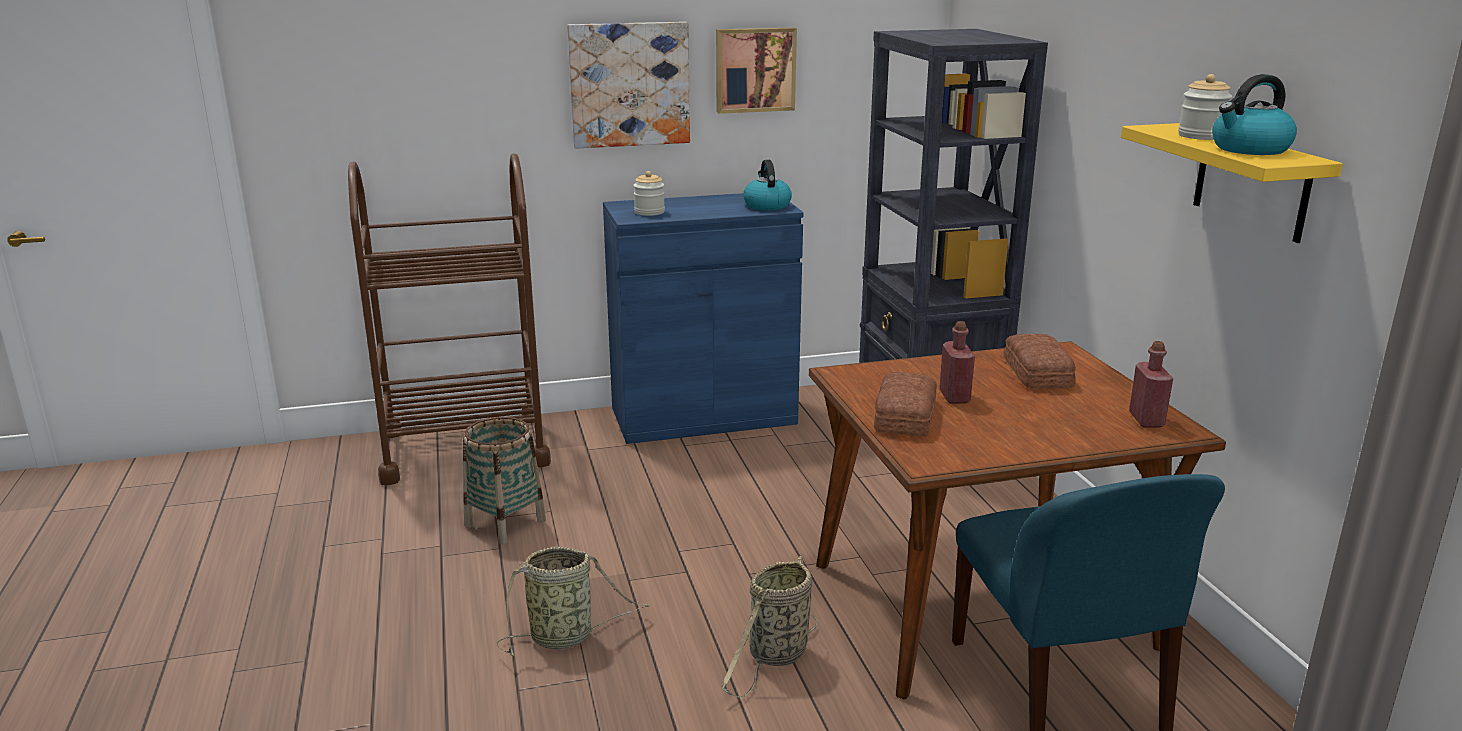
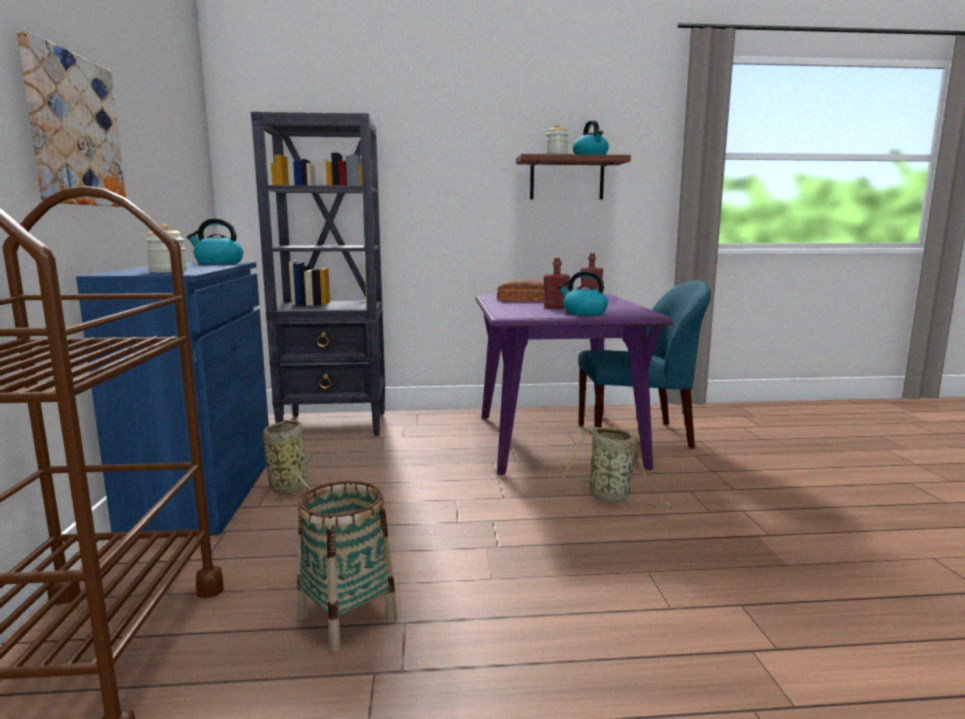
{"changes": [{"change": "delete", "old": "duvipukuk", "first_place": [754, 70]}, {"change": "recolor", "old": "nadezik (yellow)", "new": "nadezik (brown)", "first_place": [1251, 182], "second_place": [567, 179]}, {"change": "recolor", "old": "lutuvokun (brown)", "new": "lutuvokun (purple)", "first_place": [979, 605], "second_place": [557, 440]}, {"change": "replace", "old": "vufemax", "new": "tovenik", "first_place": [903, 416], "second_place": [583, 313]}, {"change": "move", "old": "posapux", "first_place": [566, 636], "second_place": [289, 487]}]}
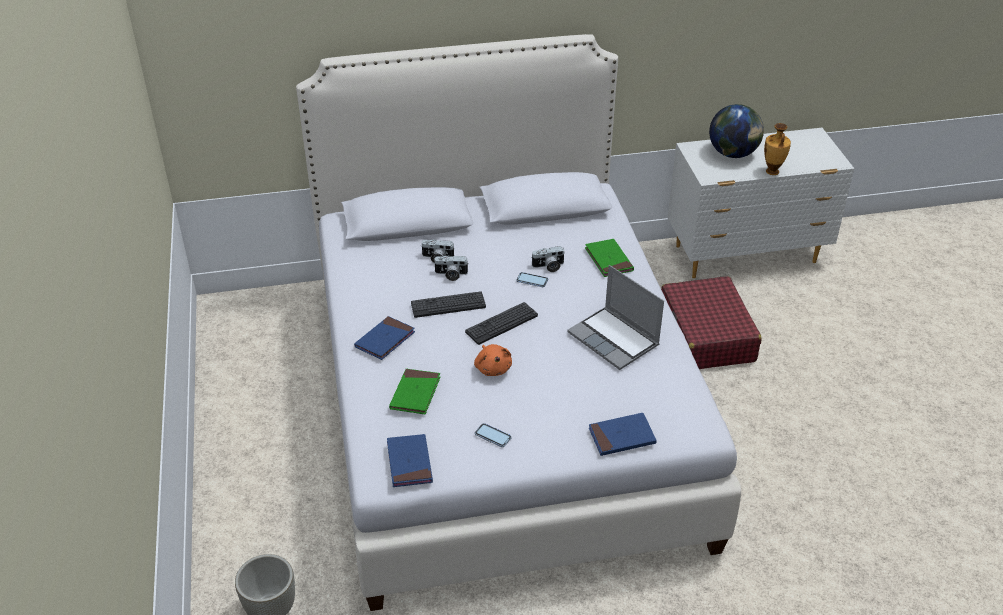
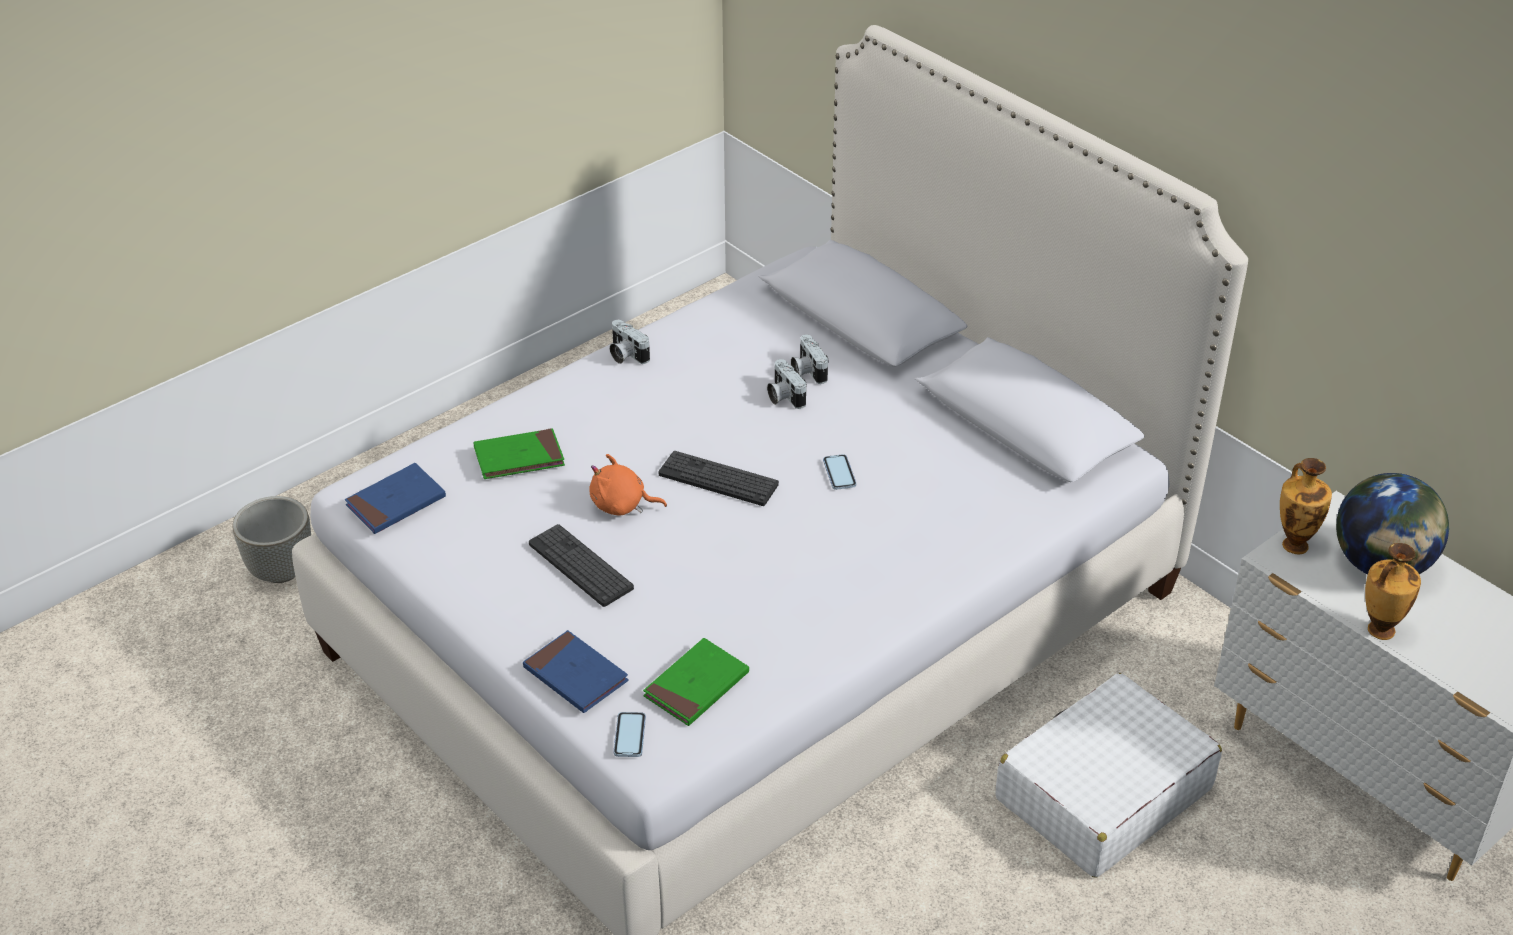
{"changes": [{"change": "move", "old": "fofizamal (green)", "first_place": [608, 260], "second_place": [696, 686]}, {"change": "move", "old": "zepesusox", "first_place": [548, 266], "second_place": [625, 354]}, {"change": "delete", "old": "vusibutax", "first_place": [615, 339]}, {"change": "recolor", "old": "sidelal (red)", "new": "sidelal (white)", "first_place": [706, 336], "second_place": [1102, 794]}, {"change": "move", "old": "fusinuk", "first_place": [448, 305], "second_place": [580, 566]}, {"change": "delete", "old": "fofizamal (blue)", "first_place": [385, 340]}, {"change": "rotate", "old": "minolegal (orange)", "first_place": [493, 368], "second_place": [622, 505], "degrees": 60}, {"change": "move", "old": "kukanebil", "first_place": [493, 436], "second_place": [629, 736]}, {"change": "insert", "new": "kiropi", "second_place": [1294, 544]}]}
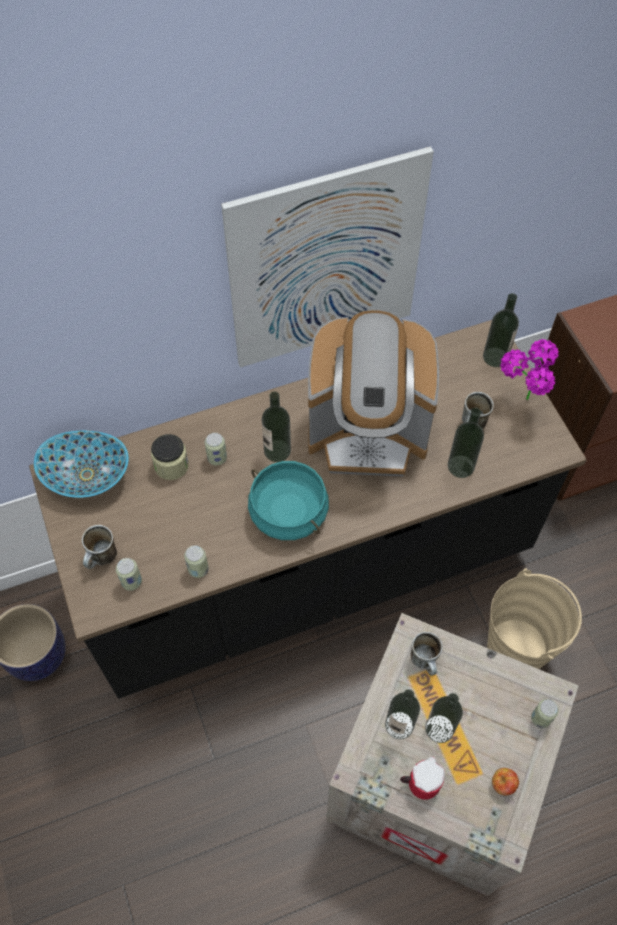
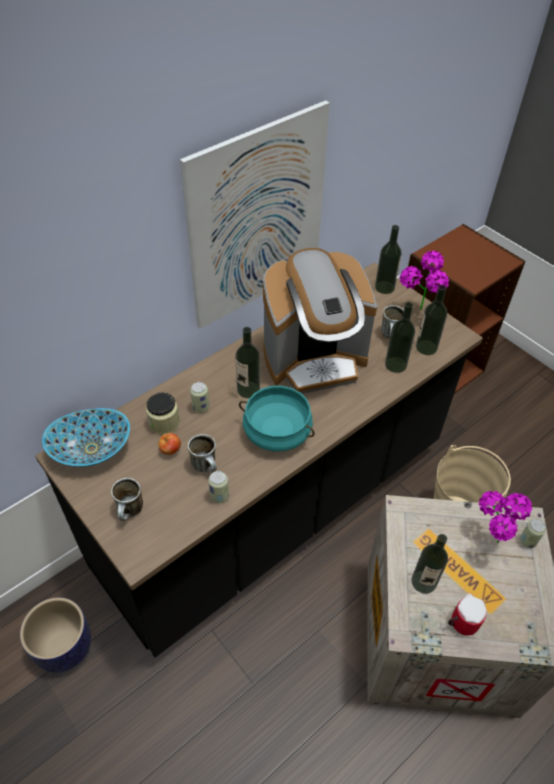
{"changes": [{"change": "delete", "old": "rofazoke", "first_place": [132, 582]}, {"change": "move", "old": "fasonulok", "first_place": [426, 662], "second_place": [207, 466]}, {"change": "move", "old": "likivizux", "first_place": [439, 728], "second_place": [426, 347]}, {"change": "move", "old": "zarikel", "first_place": [503, 784], "second_place": [170, 450]}, {"change": "insert", "new": "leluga", "second_place": [487, 544]}]}
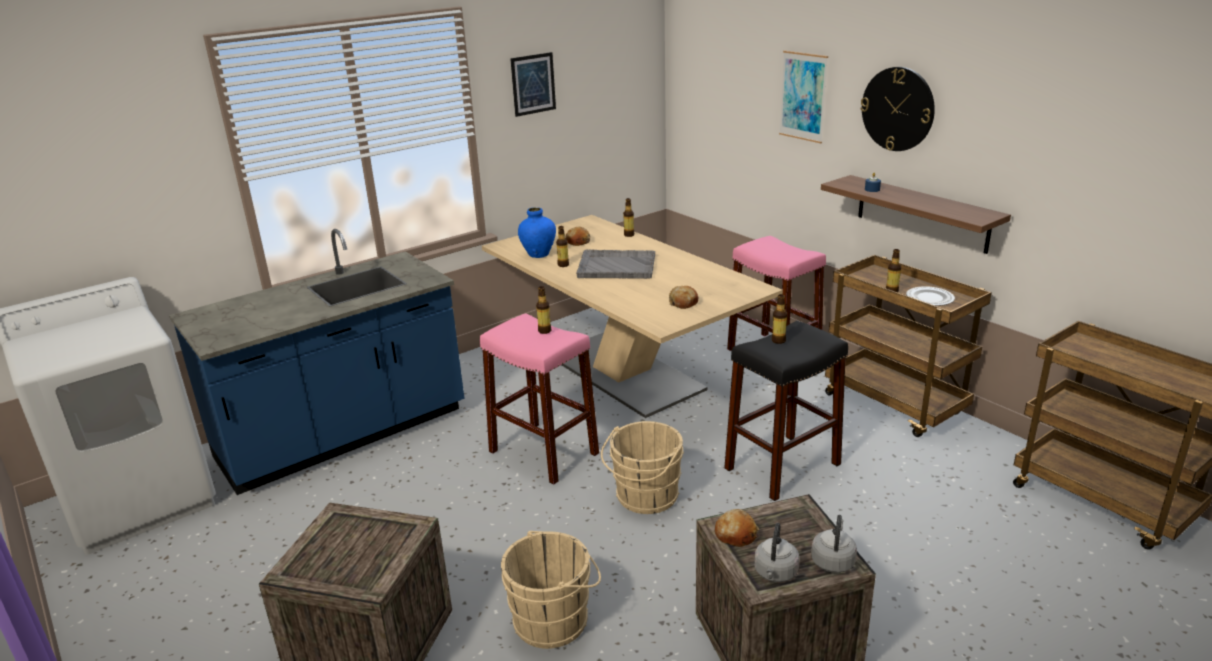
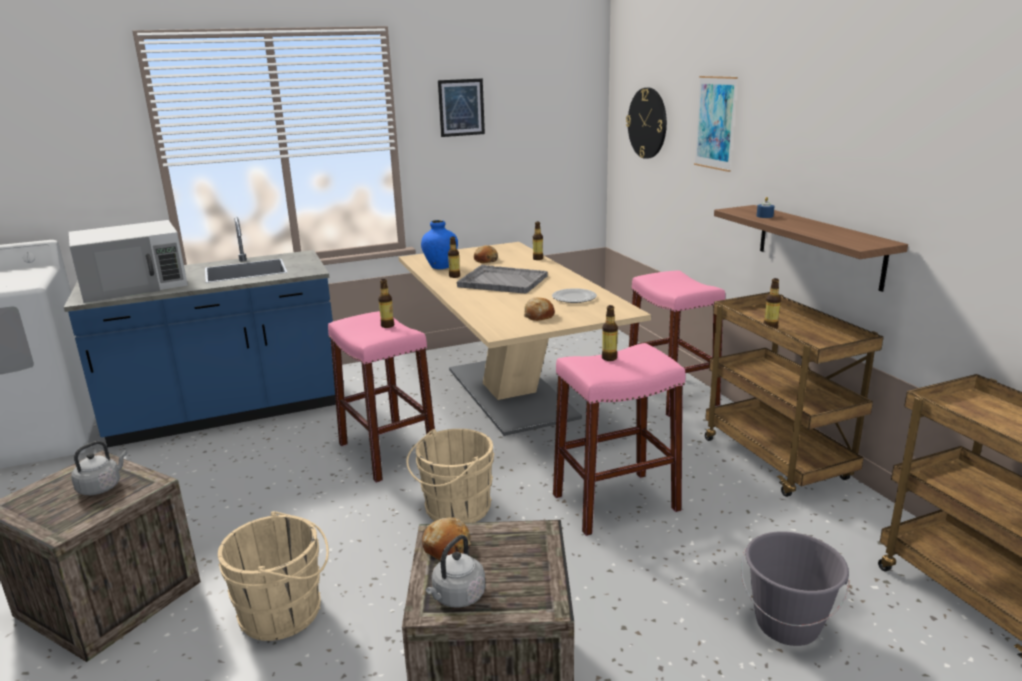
{"changes": [{"change": "move", "old": "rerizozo", "first_place": [898, 109], "second_place": [647, 123]}, {"change": "move", "old": "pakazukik", "first_place": [930, 298], "second_place": [574, 298]}, {"change": "recolor", "old": "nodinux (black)", "new": "nodinux (pink)", "first_place": [782, 466], "second_place": [615, 502]}, {"change": "move", "old": "tovenik (grey)", "first_place": [833, 561], "second_place": [102, 487]}, {"change": "insert", "new": "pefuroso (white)", "second_place": [135, 285]}, {"change": "insert", "new": "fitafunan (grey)", "second_place": [787, 625]}]}
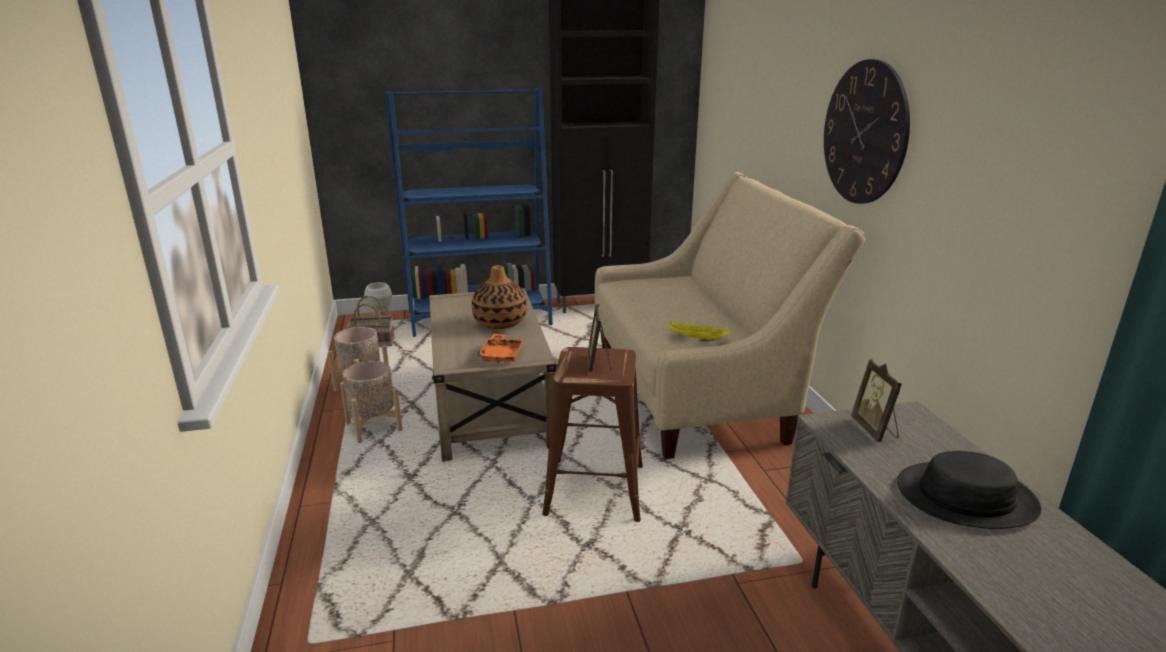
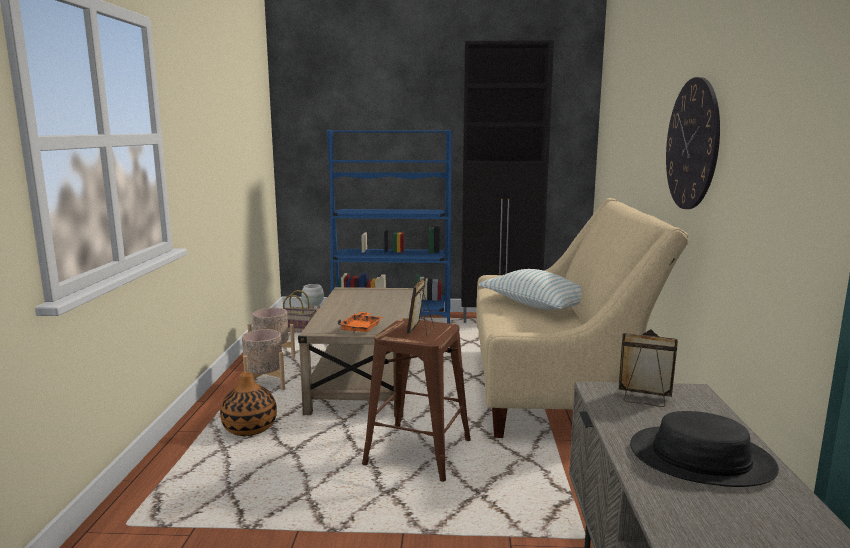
{"changes": [{"change": "move", "old": "kiropi", "first_place": [500, 322], "second_place": [250, 428]}, {"change": "delete", "old": "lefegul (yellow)", "first_place": [696, 339]}, {"change": "rotate", "old": "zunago", "first_place": [875, 430], "second_place": [644, 399], "degrees": 105}, {"change": "insert", "new": "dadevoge", "second_place": [537, 305]}]}
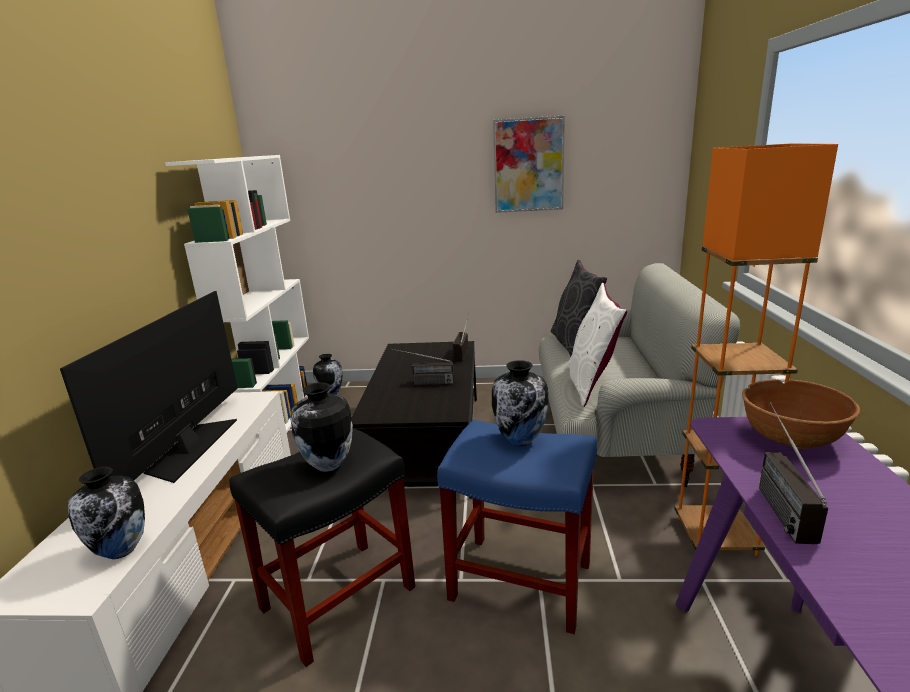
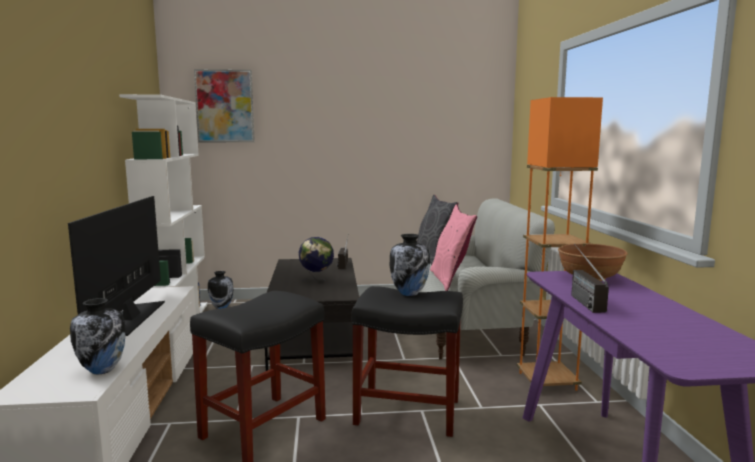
{"changes": [{"change": "move", "old": "duvipukuk", "first_place": [528, 165], "second_place": [225, 106]}, {"change": "recolor", "old": "dadevoge (white)", "new": "dadevoge (pink)", "first_place": [592, 384], "second_place": [450, 280]}, {"change": "replace", "old": "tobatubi", "new": "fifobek", "first_place": [423, 383], "second_place": [316, 280]}, {"change": "delete", "old": "kiropi", "first_place": [328, 465]}, {"change": "recolor", "old": "nodinux (blue)", "new": "nodinux (black)", "first_place": [523, 581], "second_place": [409, 412]}]}
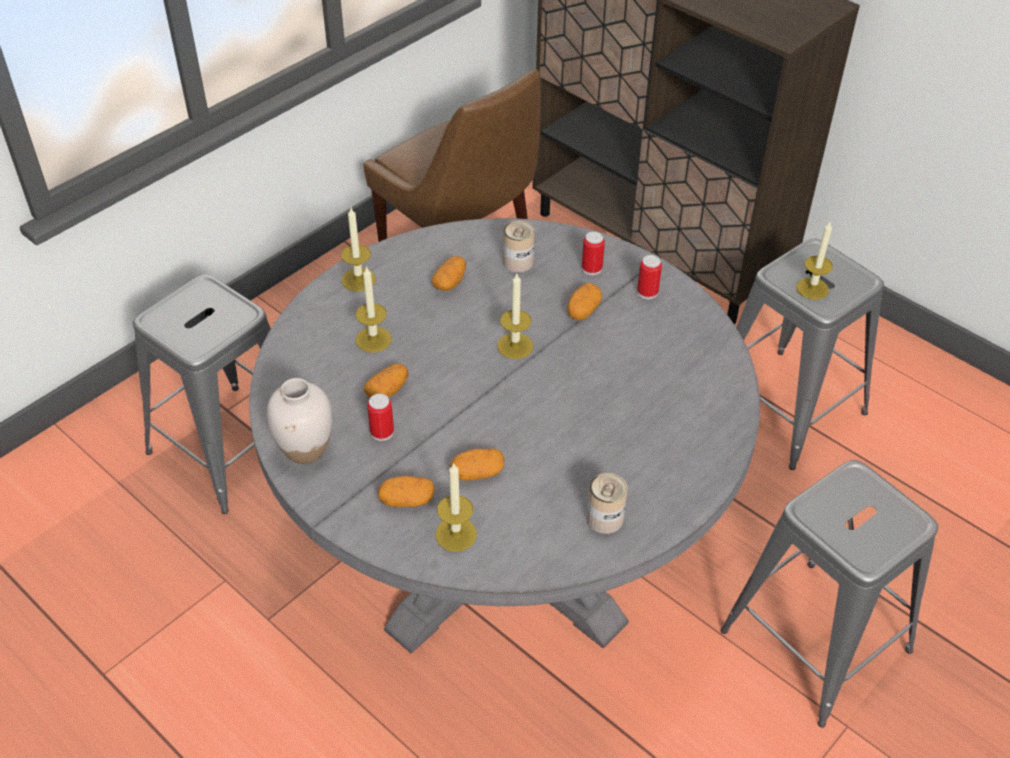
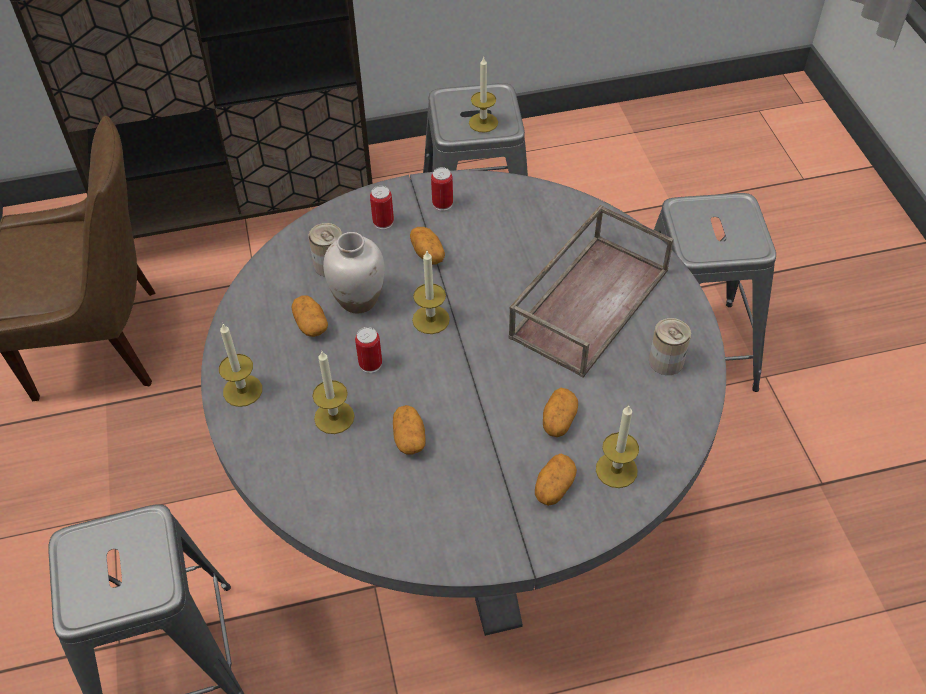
{"changes": [{"change": "move", "old": "kiropi (white)", "first_place": [305, 449], "second_place": [358, 300]}, {"change": "move", "old": "rofazoke", "first_place": [382, 432], "second_place": [370, 364]}, {"change": "insert", "new": "lefegul (brown)", "second_place": [589, 301]}]}
